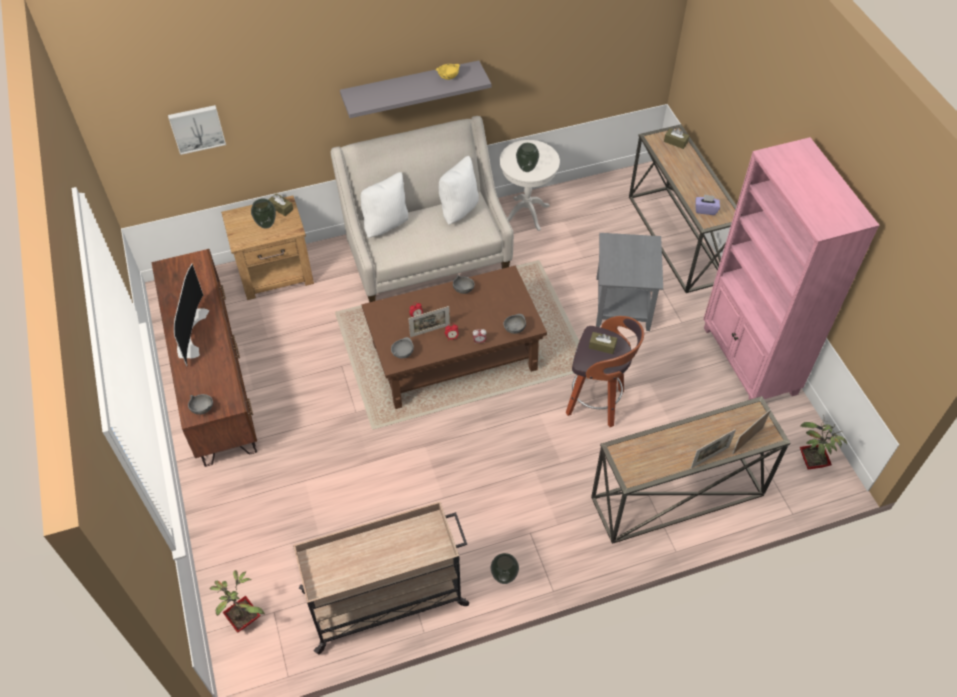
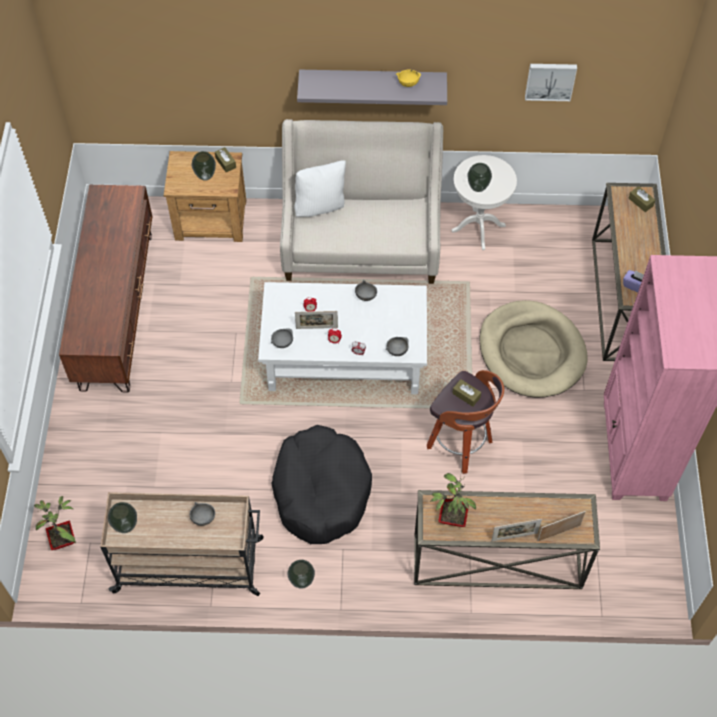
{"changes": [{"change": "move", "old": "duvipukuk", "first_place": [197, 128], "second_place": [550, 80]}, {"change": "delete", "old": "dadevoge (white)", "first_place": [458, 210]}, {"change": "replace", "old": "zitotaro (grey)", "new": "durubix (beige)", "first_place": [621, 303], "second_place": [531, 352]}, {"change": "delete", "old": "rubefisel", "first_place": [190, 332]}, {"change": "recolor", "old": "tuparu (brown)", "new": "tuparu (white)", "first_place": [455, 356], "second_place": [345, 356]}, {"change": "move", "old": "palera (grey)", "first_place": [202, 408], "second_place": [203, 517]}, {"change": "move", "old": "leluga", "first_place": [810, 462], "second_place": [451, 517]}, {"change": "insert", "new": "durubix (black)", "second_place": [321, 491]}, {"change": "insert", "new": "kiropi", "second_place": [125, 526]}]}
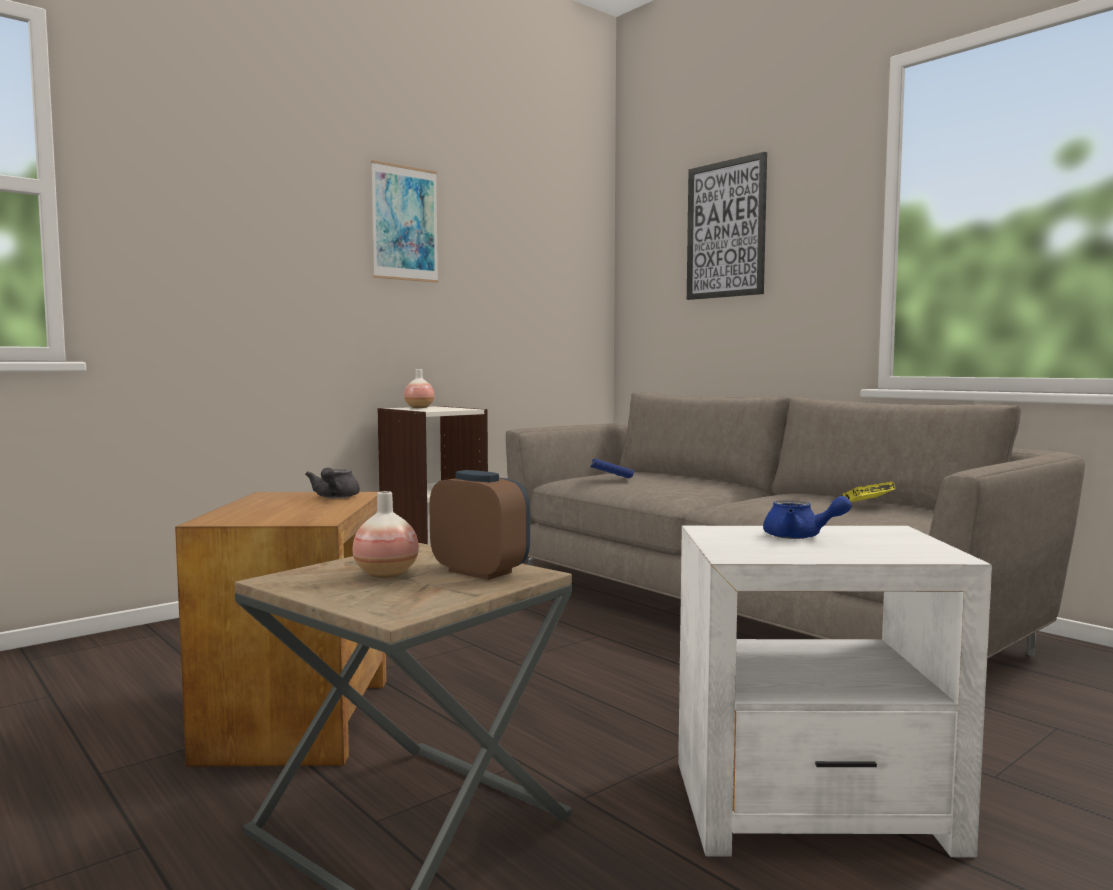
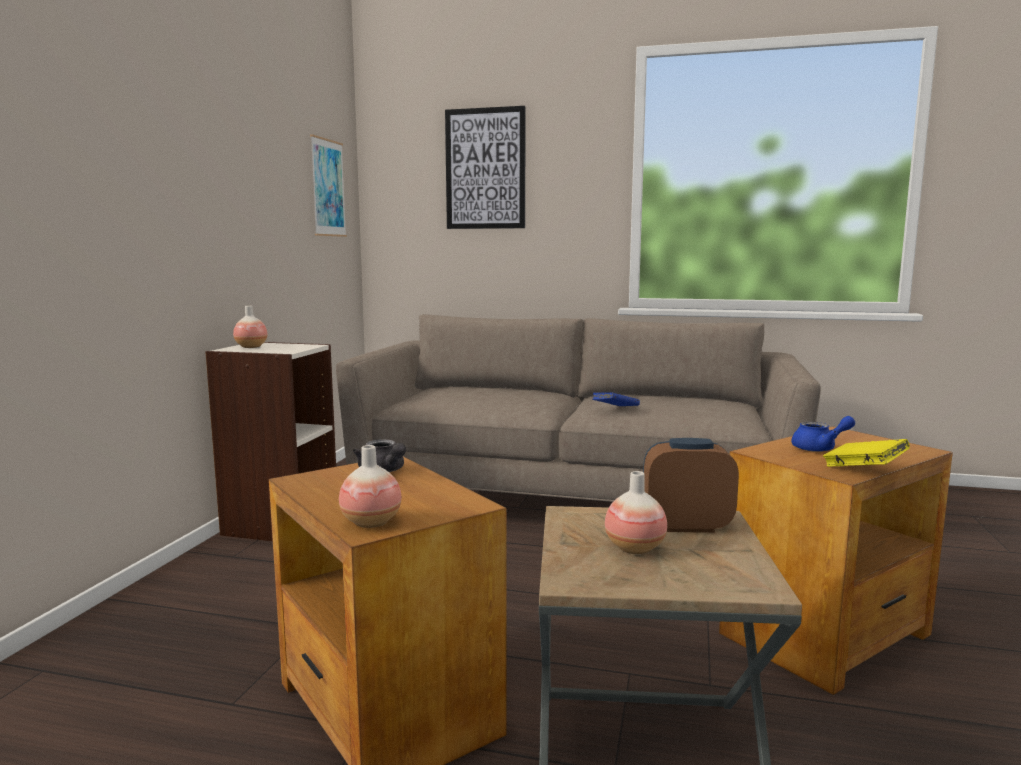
{"changes": [{"change": "move", "old": "duvipukuk", "first_place": [405, 223], "second_place": [328, 188]}, {"change": "move", "old": "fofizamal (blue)", "first_place": [611, 480], "second_place": [615, 410]}, {"change": "move", "old": "fofizamal (yellow)", "first_place": [867, 506], "second_place": [863, 470]}, {"change": "recolor", "old": "zitotaro (white)", "new": "zitotaro (brown)", "first_place": [814, 806], "second_place": [827, 634]}, {"change": "insert", "new": "kiropi", "second_place": [371, 522]}]}
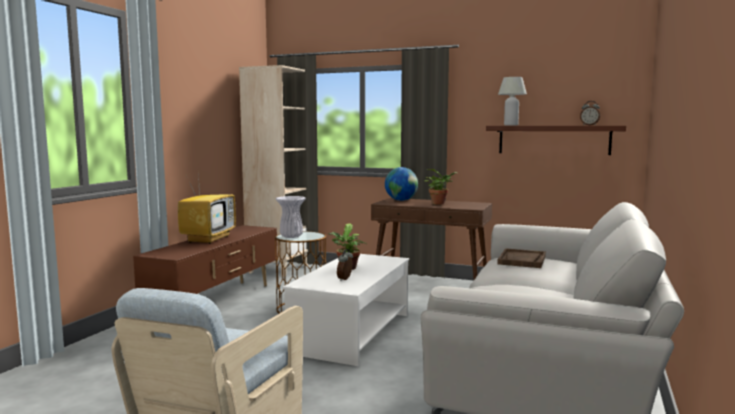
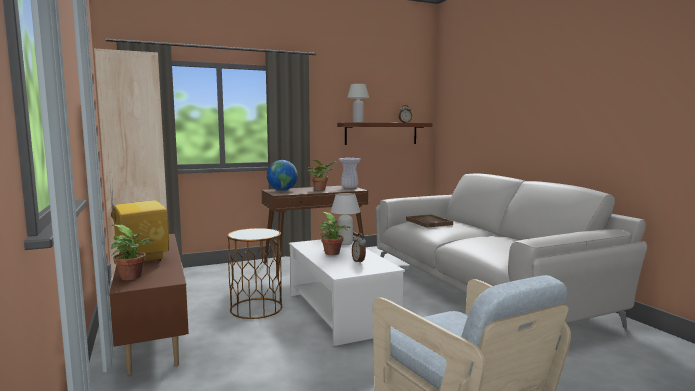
{"changes": [{"change": "move", "old": "kiropi (white)", "first_place": [292, 236], "second_place": [349, 187]}, {"change": "insert", "new": "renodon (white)", "second_place": [345, 243]}, {"change": "insert", "new": "leluga", "second_place": [133, 277]}]}
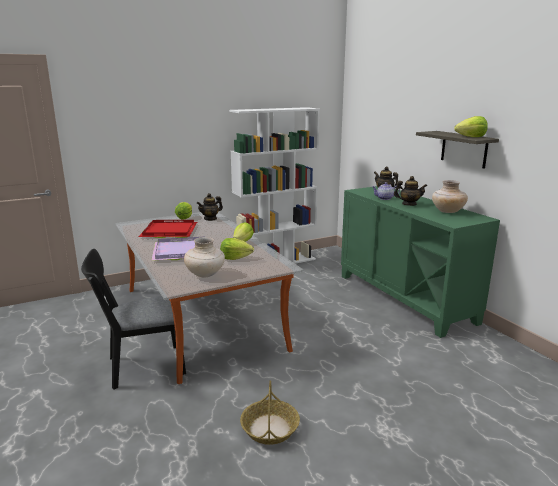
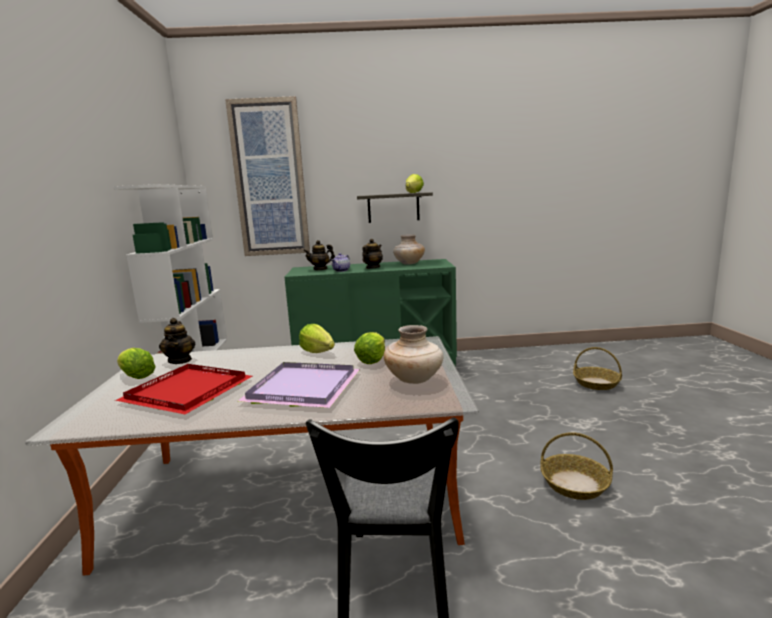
{"changes": [{"change": "insert", "new": "duvipukuk", "second_place": [270, 179]}, {"change": "insert", "new": "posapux", "second_place": [596, 383]}]}
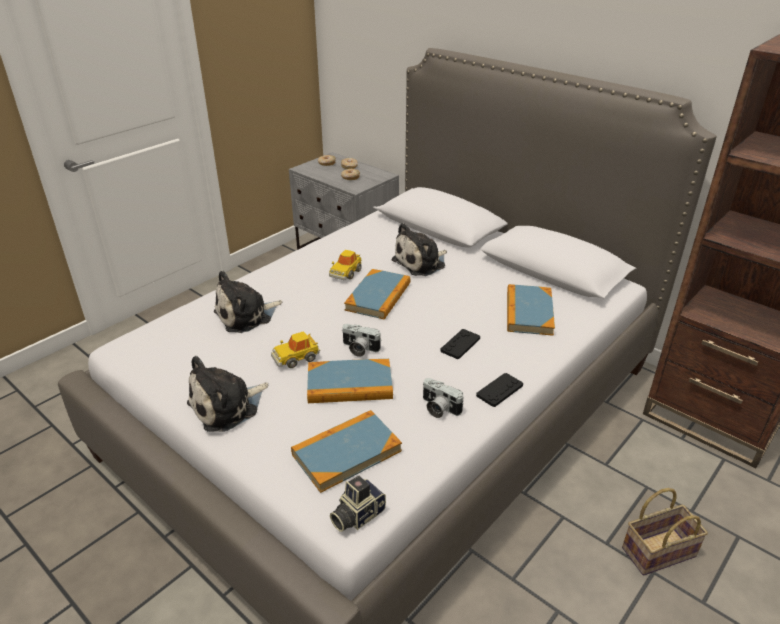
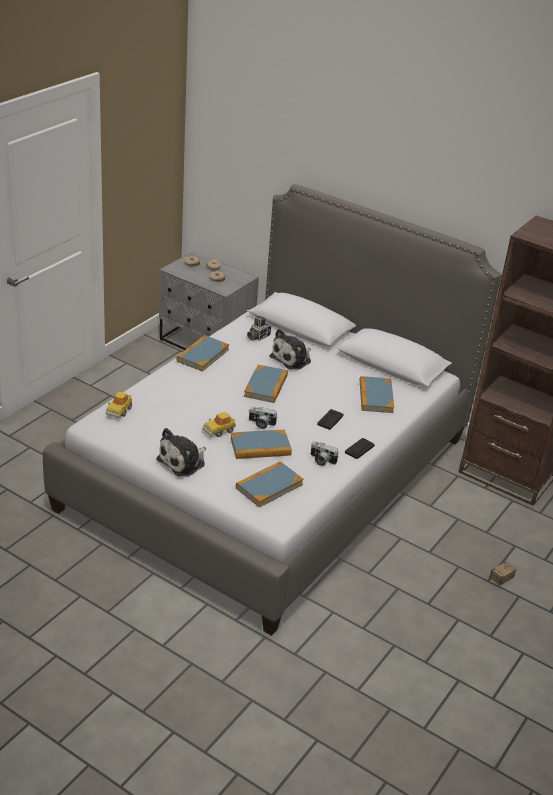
{"changes": [{"change": "move", "old": "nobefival", "first_place": [346, 273], "second_place": [119, 410]}, {"change": "delete", "old": "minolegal", "first_place": [246, 316]}, {"change": "move", "old": "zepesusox", "first_place": [356, 515], "second_place": [257, 336]}, {"change": "delete", "old": "posapux", "first_place": [659, 550]}, {"change": "insert", "new": "fofizamal", "second_place": [202, 355]}, {"change": "insert", "new": "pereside", "second_place": [511, 572]}]}
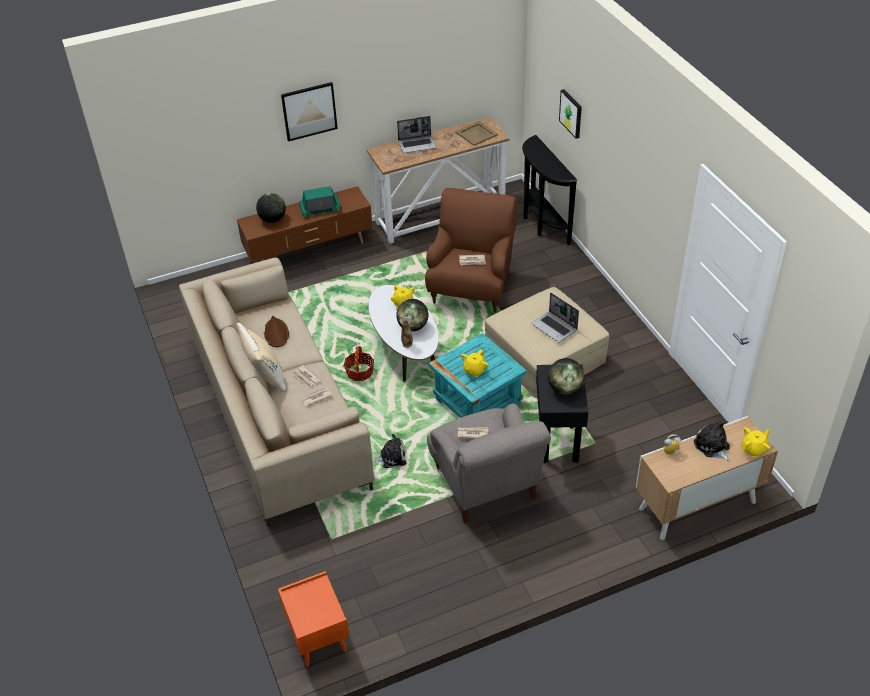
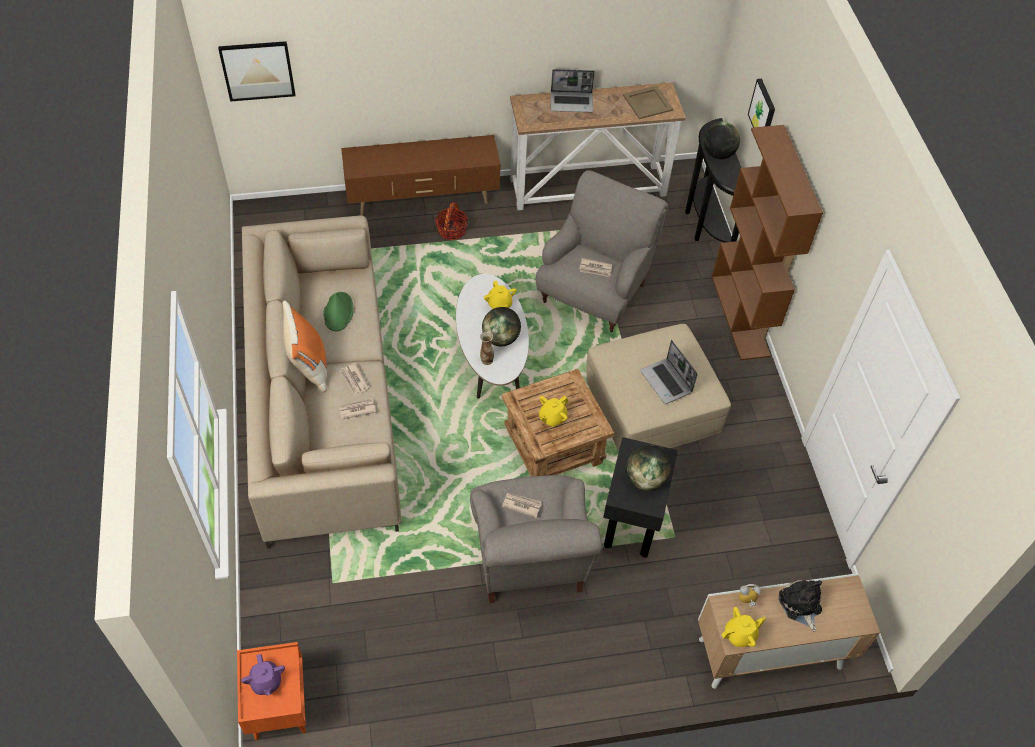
{"changes": [{"change": "move", "old": "duvipukuk", "first_place": [309, 111], "second_place": [257, 70]}, {"change": "delete", "old": "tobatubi", "first_place": [320, 209]}, {"change": "recolor", "old": "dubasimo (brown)", "new": "dubasimo (grey)", "first_place": [472, 288], "second_place": [594, 292]}, {"change": "move", "old": "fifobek", "first_place": [273, 219], "second_place": [718, 154]}, {"change": "recolor", "old": "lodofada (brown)", "new": "lodofada (green)", "first_place": [276, 333], "second_place": [338, 312]}, {"change": "recolor", "old": "dadevoge (beige)", "new": "dadevoge (orange)", "first_place": [265, 376], "second_place": [308, 365]}, {"change": "recolor", "old": "zitotaro (turquoise)", "new": "zitotaro (brown)", "first_place": [476, 402], "second_place": [552, 446]}, {"change": "move", "old": "posapux", "first_place": [359, 372], "second_place": [451, 230]}, {"change": "move", "old": "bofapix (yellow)", "first_place": [754, 449], "second_place": [740, 635]}, {"change": "delete", "old": "minolegal", "first_place": [391, 457]}, {"change": "insert", "new": "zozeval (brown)", "second_place": [741, 316]}, {"change": "insert", "new": "bofapix (purple)", "second_place": [266, 682]}]}
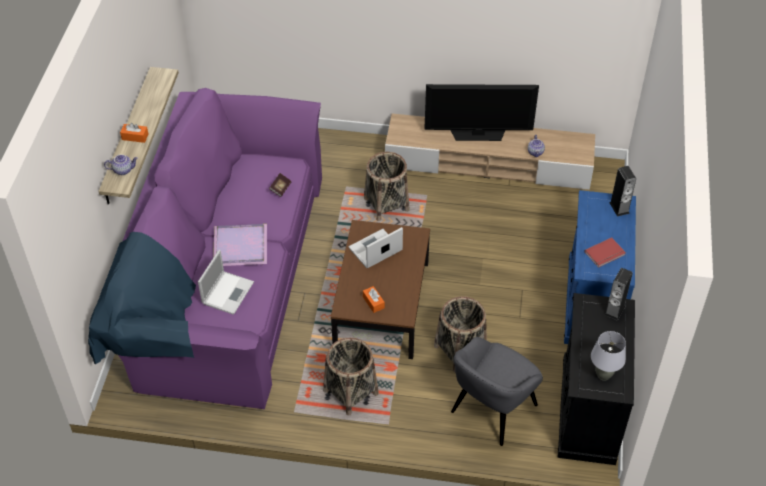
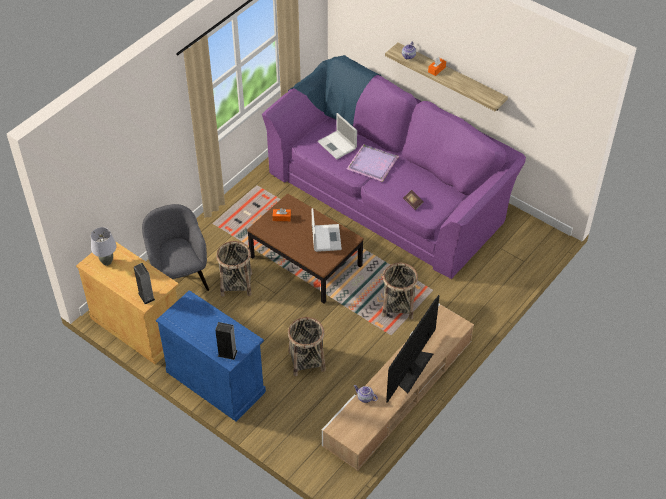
{"changes": [{"change": "delete", "old": "fofizamal (red)", "first_place": [605, 254]}, {"change": "recolor", "old": "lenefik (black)", "new": "lenefik (beige)", "first_place": [588, 410], "second_place": [137, 327]}, {"change": "move", "old": "posapux", "first_place": [350, 392], "second_place": [306, 360]}]}
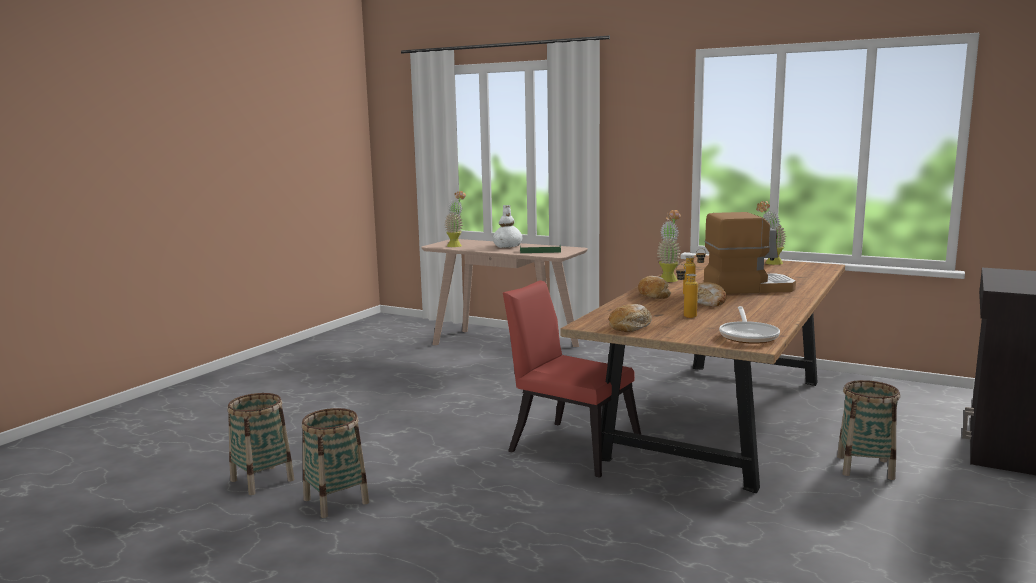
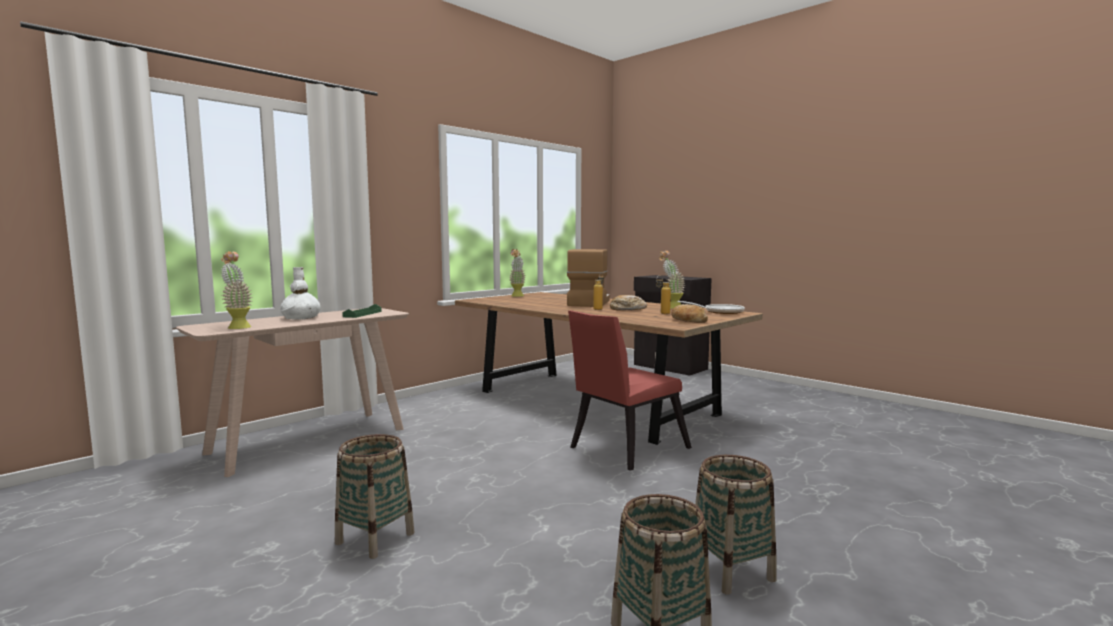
{"changes": [{"change": "move", "old": "leluga", "first_place": [669, 279], "second_place": [671, 307]}, {"change": "delete", "old": "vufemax", "first_place": [653, 295]}, {"change": "move", "old": "posapux", "first_place": [865, 467], "second_place": [375, 538]}]}
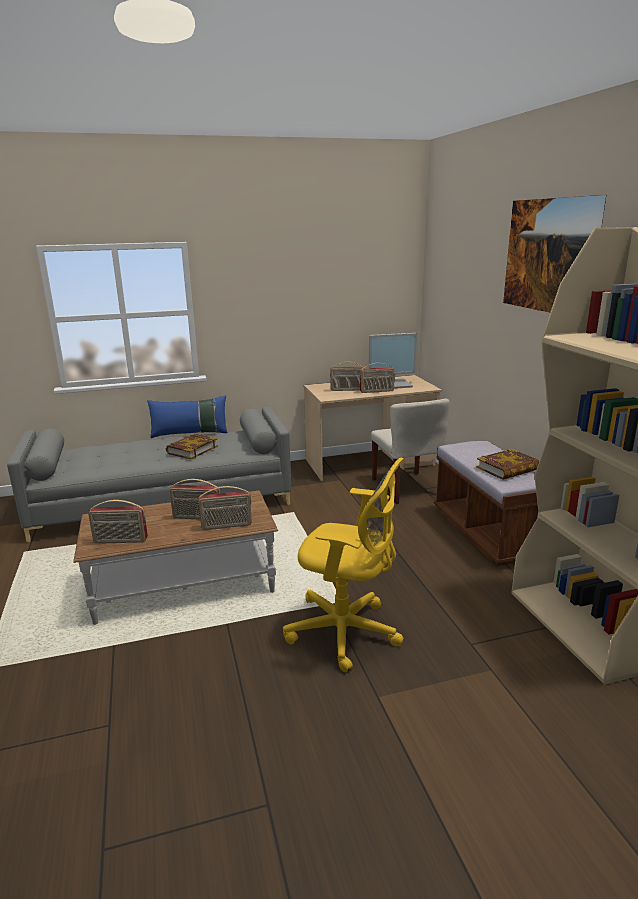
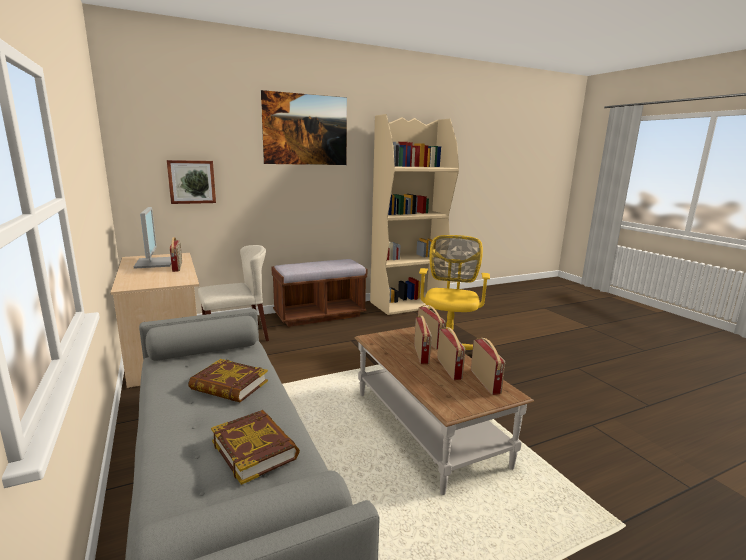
{"changes": [{"change": "move", "old": "tobatubi", "first_place": [347, 390], "second_place": [449, 368]}, {"change": "delete", "old": "dadevoge (blue)", "first_place": [190, 433]}, {"change": "move", "old": "fofizamal", "first_place": [507, 469], "second_place": [255, 449]}, {"change": "insert", "new": "duvipukuk", "second_place": [191, 182]}]}
